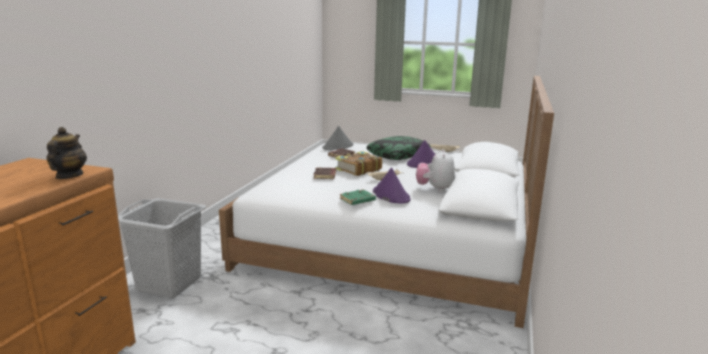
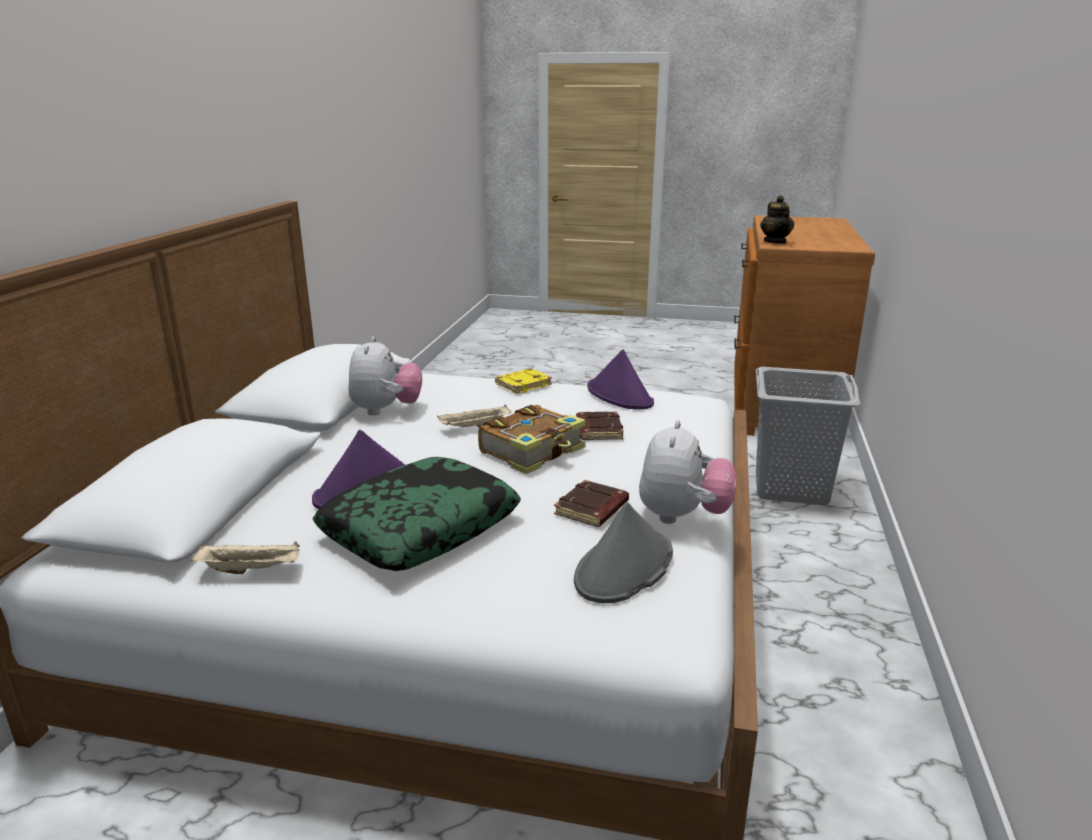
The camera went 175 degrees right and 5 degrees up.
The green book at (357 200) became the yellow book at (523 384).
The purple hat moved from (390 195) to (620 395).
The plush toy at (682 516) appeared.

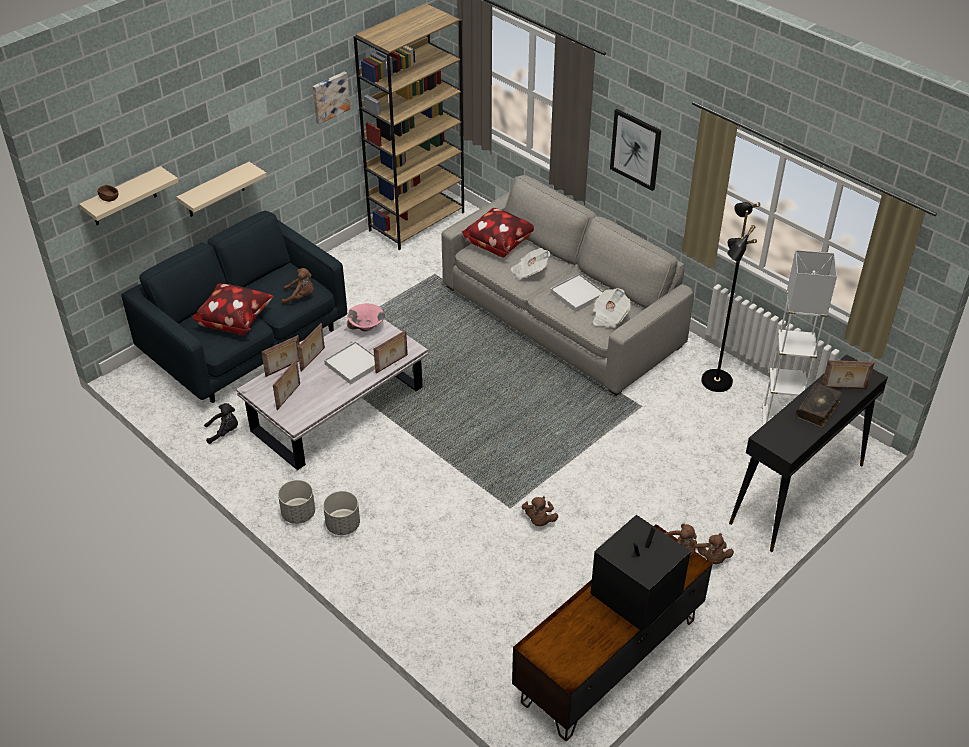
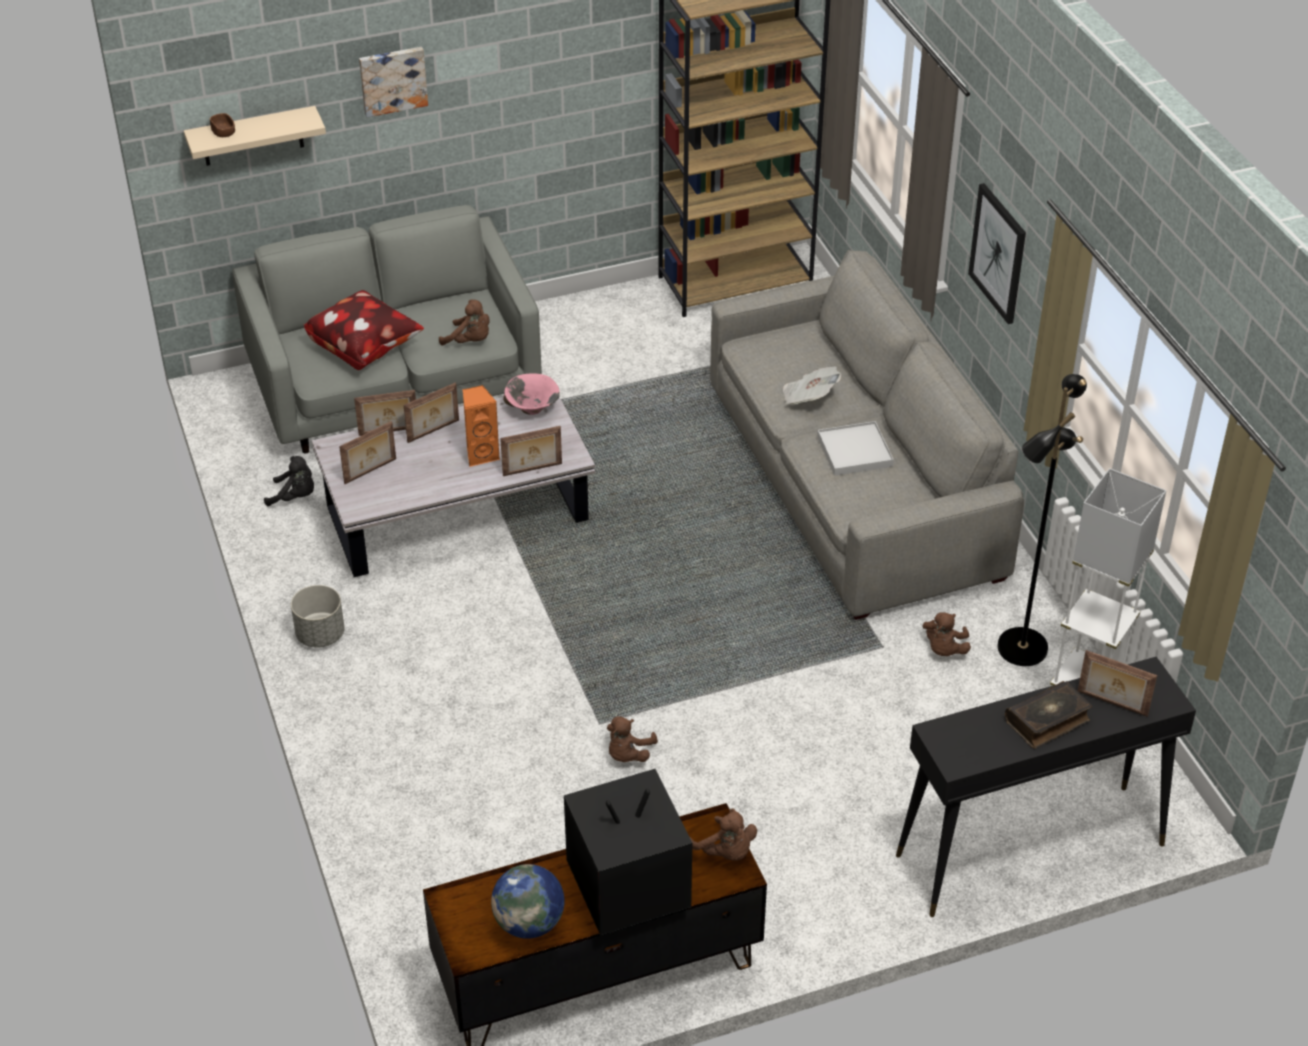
The camera went 25 degrees right and 0 degrees up.
The blue sofa at (246 344) became the grey sofa at (394 388).
The picture moved from (330 96) to (392 80).
The white tray at (353 364) was replaced by the orange speaker at (481 454).
The globe at (529 923) appeared.
The brown plush toy moved from (711 558) to (944 650).
The beige shelf at (215 190) disappeared.
The grey planter at (342 525) disappeared.
The pillow at (499 244) disappeared.
The newspaper at (609 317) disappeared.

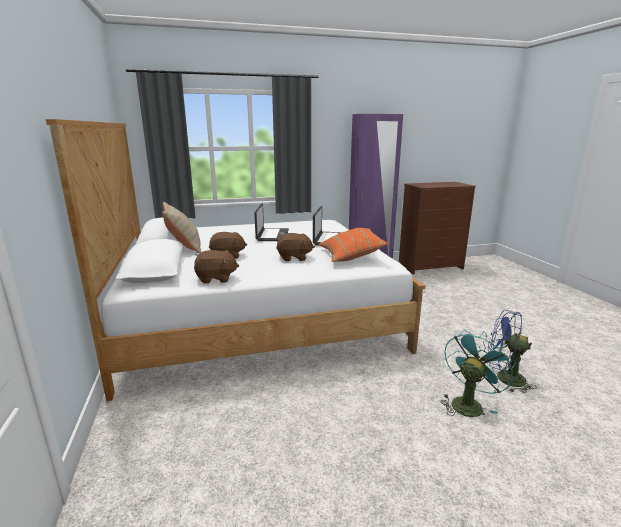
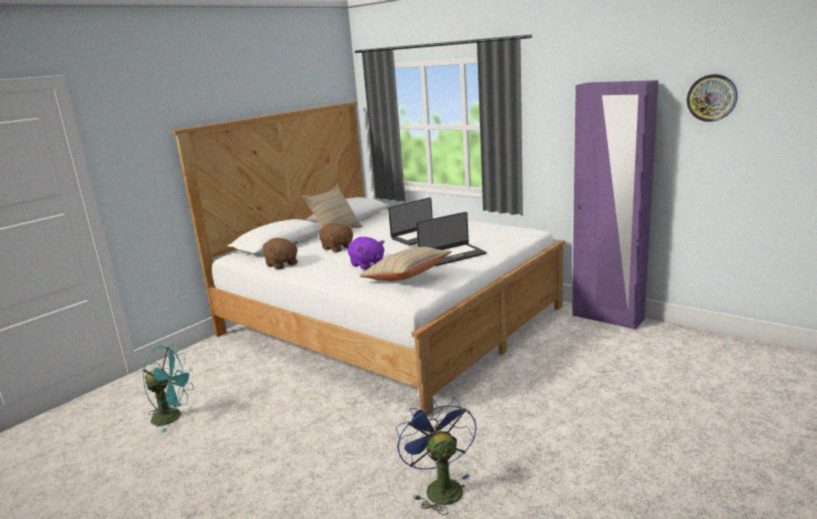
The camera went 55 degrees right and 0 degrees up.
The turquoise fan moved from (468 403) to (173 417).
The brown plush toy at (294 258) became the purple plush toy at (367 264).
The orange pillow at (351 255) became the beige pillow at (406 277).
The wall clock at (711 98) appeared.
The brown dresser at (431 266) disappeared.

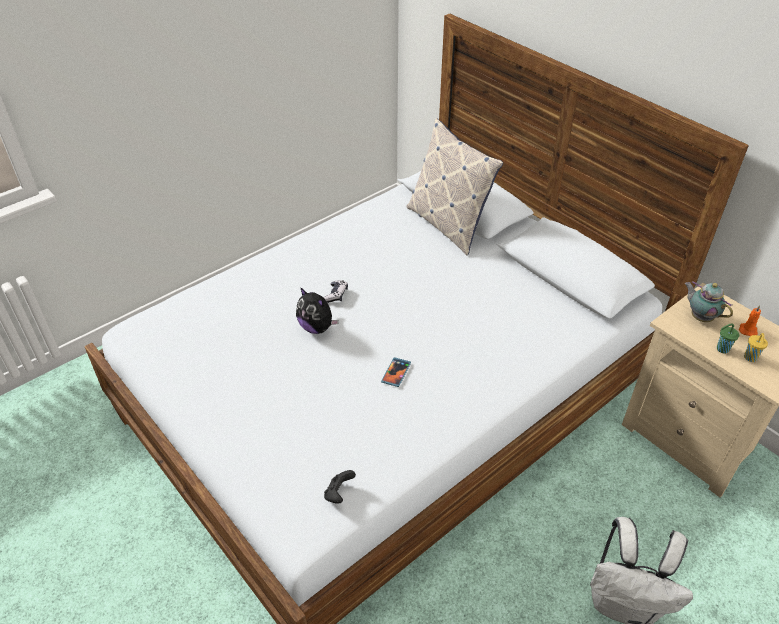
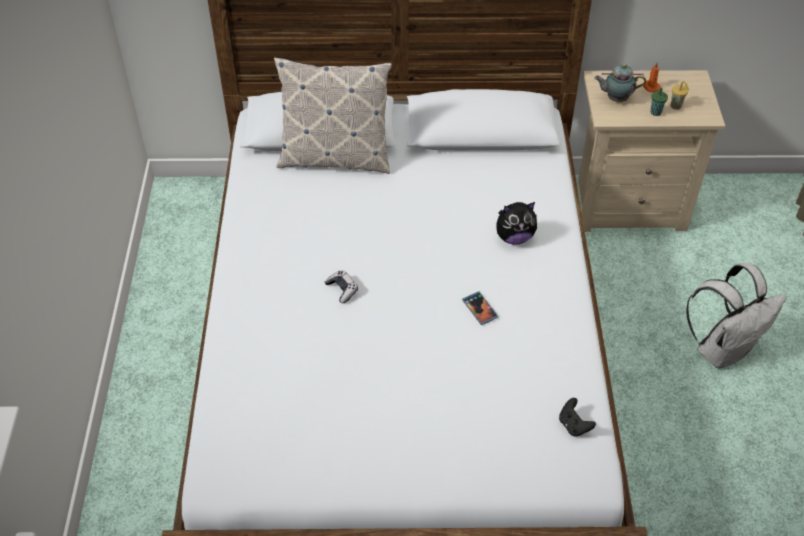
The camera went 50 degrees left and 5 degrees up.
The plush toy moved from (317 327) to (514 237).

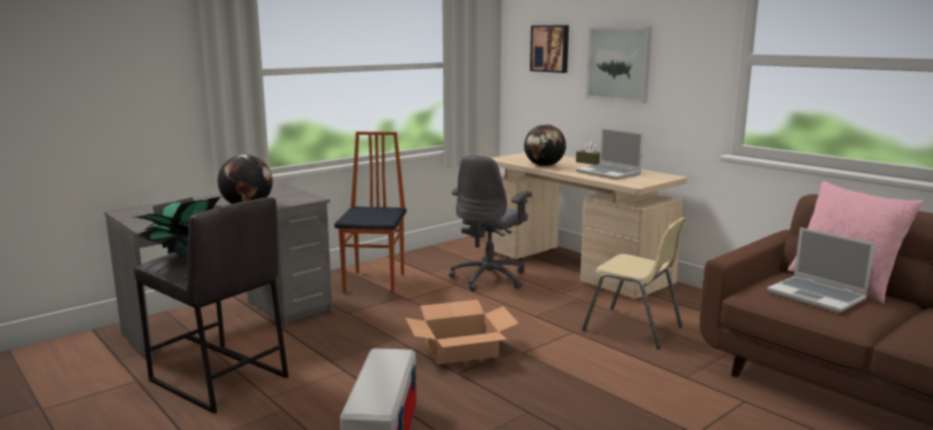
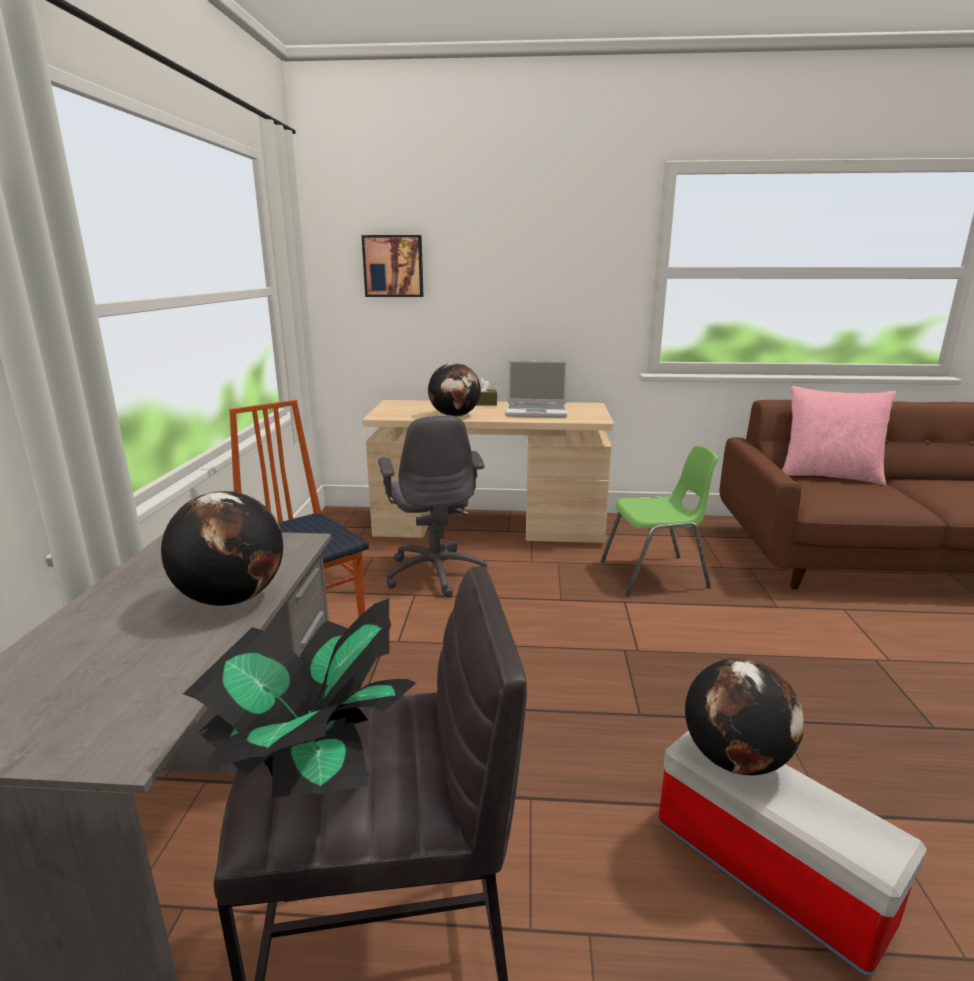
The camera went 45 degrees left and 5 degrees up.
The beige chair at (634 328) became the green chair at (656 575).
The globe at (735 759) appeared.
The cardboard box at (461 350) disappeared.
The picture at (618 64) disappeared.
The laptop at (817 296) disappeared.

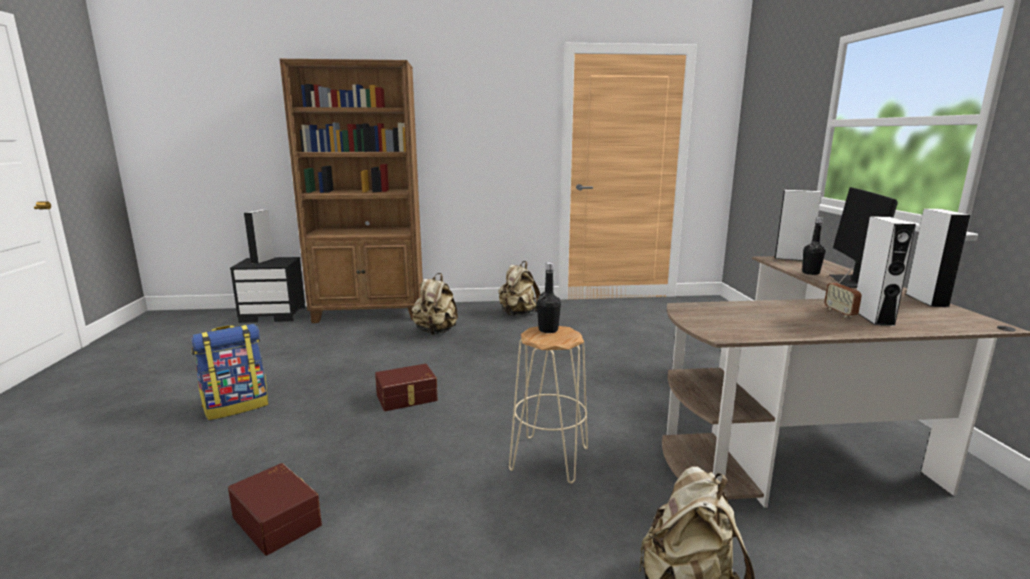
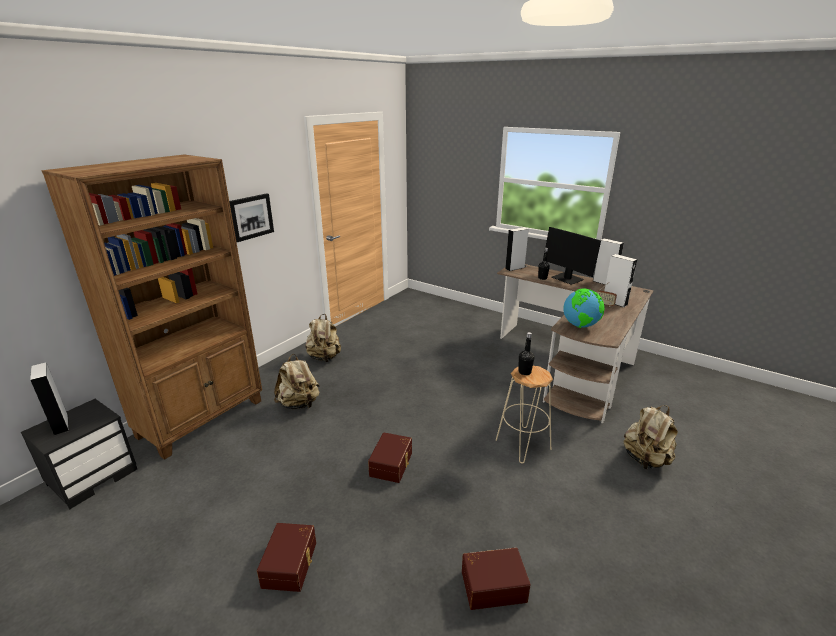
The camera went 50 degrees left and 10 degrees up.
The picture at (251 217) appeared.
The backpack at (237 406) was replaced by the brown storage box at (291 564).
The globe at (580 326) appeared.

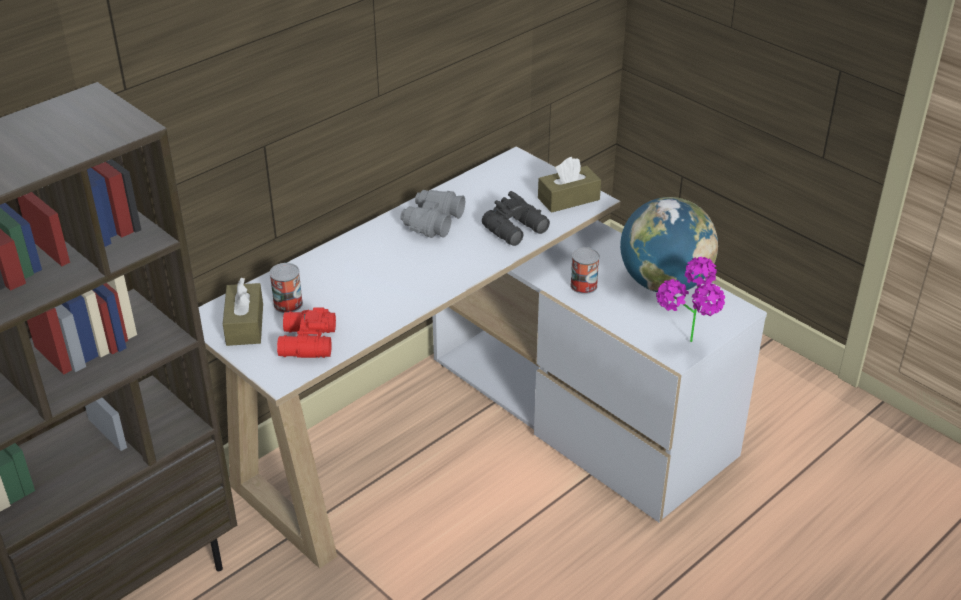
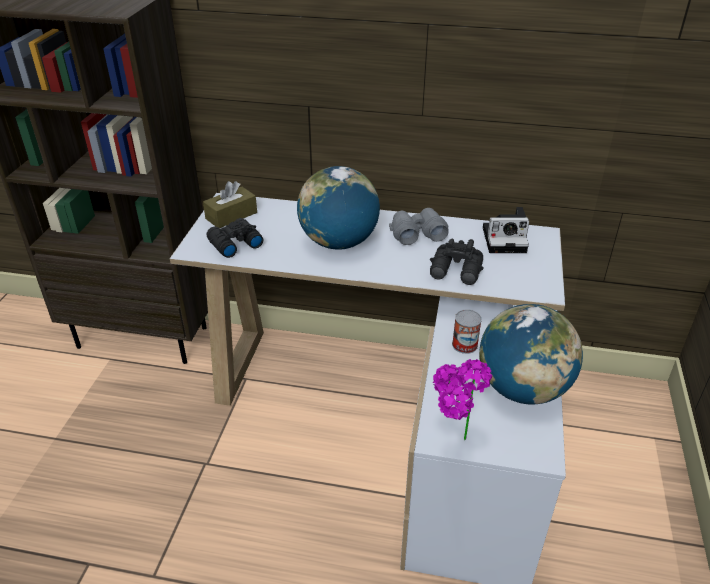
The camera went 55 degrees right and 0 degrees up.
The red binoculars at (306 343) became the black binoculars at (234 244).
The globe at (339 242) appeared.
The photo camera at (506 239) appeared.
The can at (288 304) disappeared.
The brown tissue box at (568 199) disappeared.

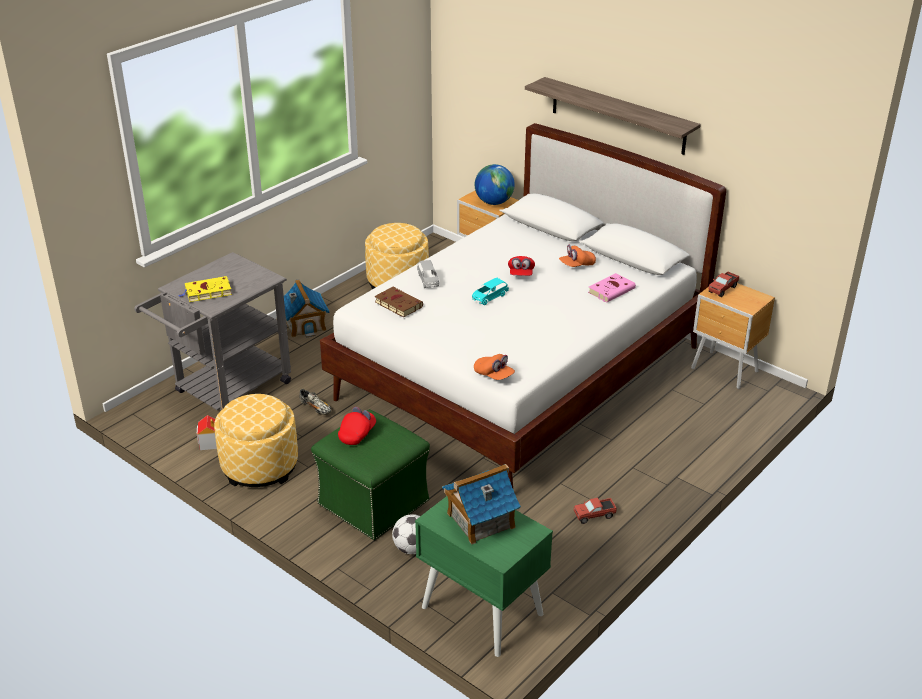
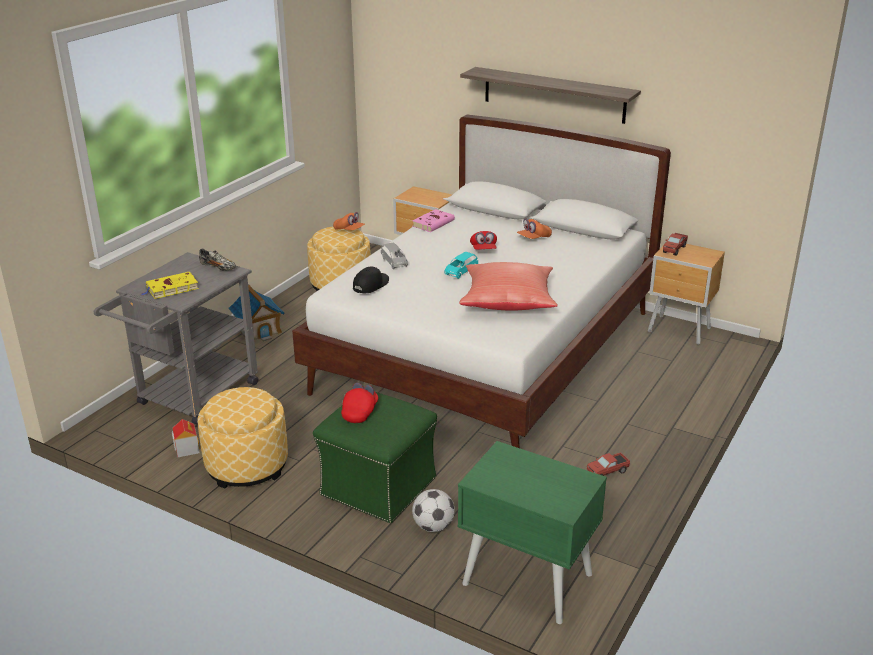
The camera went 10 degrees left and 5 degrees down.
The shoe moved from (315 408) to (218 267).
The orange cap moved from (493 375) to (349 230).
The brown book at (397 304) was replaced by the black cap at (371 285).
The pink book moved from (612 290) to (434 223).
The red pillow at (508 302) appeared.
The toy house at (480 520) disappeared.
The globe at (494 202) disappeared.

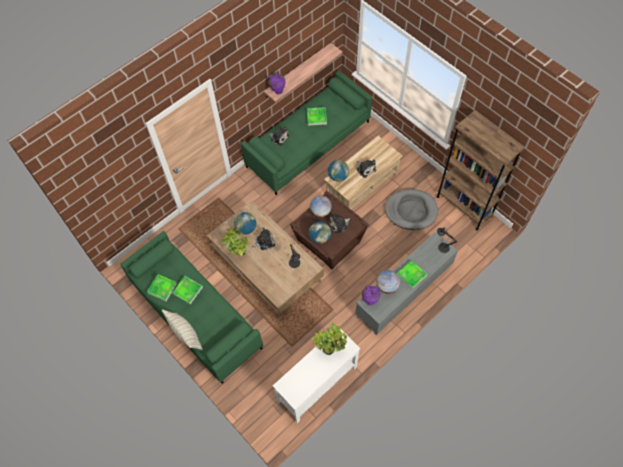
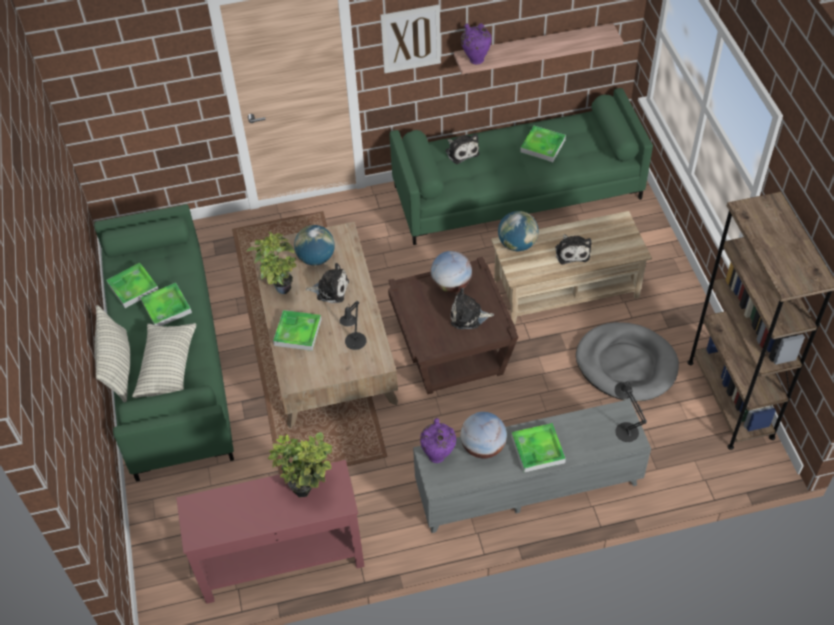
The camera went 30 degrees right and 10 degrees down.
The pillow at (167 367) appeared.
The white console table at (316 384) became the red console table at (280 559).
The tray at (298 332) appeared.
The picture at (411 38) appeared.
The globe at (320 237) disappeared.

